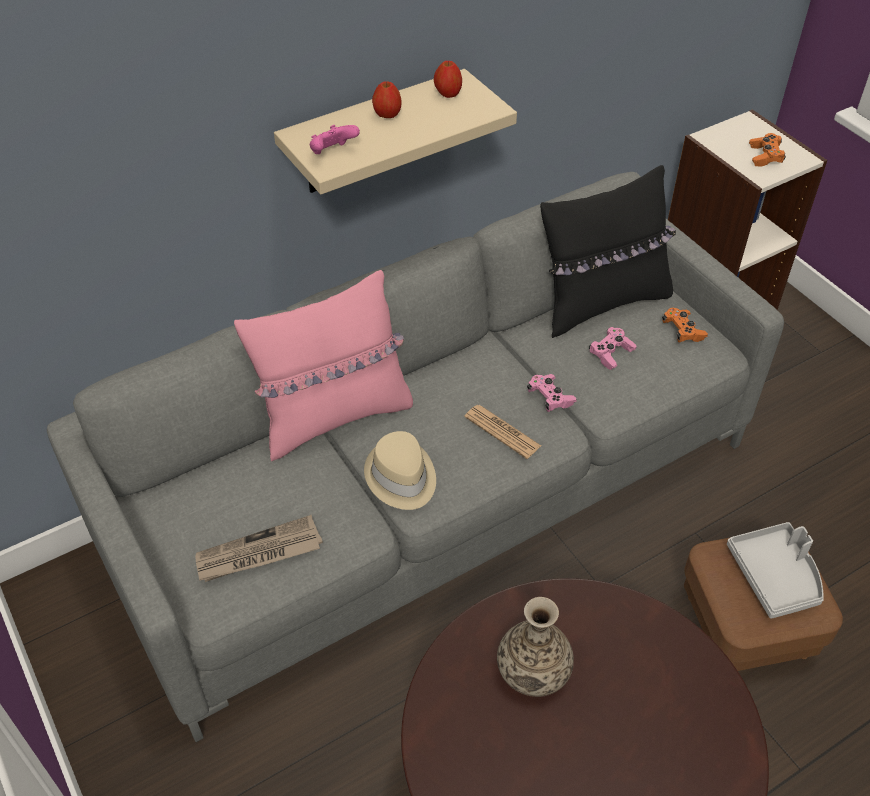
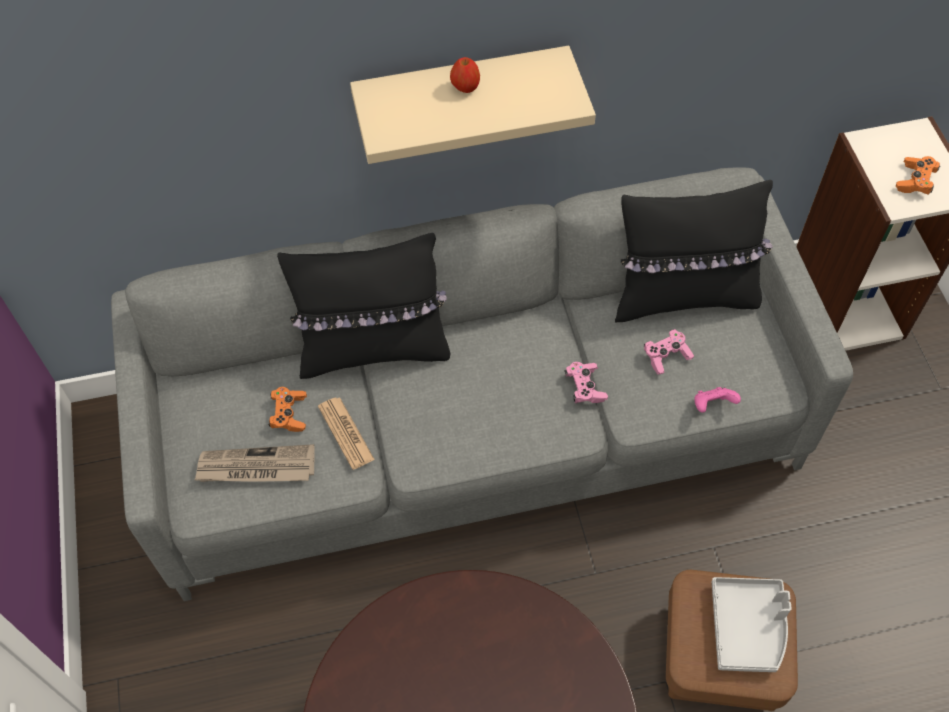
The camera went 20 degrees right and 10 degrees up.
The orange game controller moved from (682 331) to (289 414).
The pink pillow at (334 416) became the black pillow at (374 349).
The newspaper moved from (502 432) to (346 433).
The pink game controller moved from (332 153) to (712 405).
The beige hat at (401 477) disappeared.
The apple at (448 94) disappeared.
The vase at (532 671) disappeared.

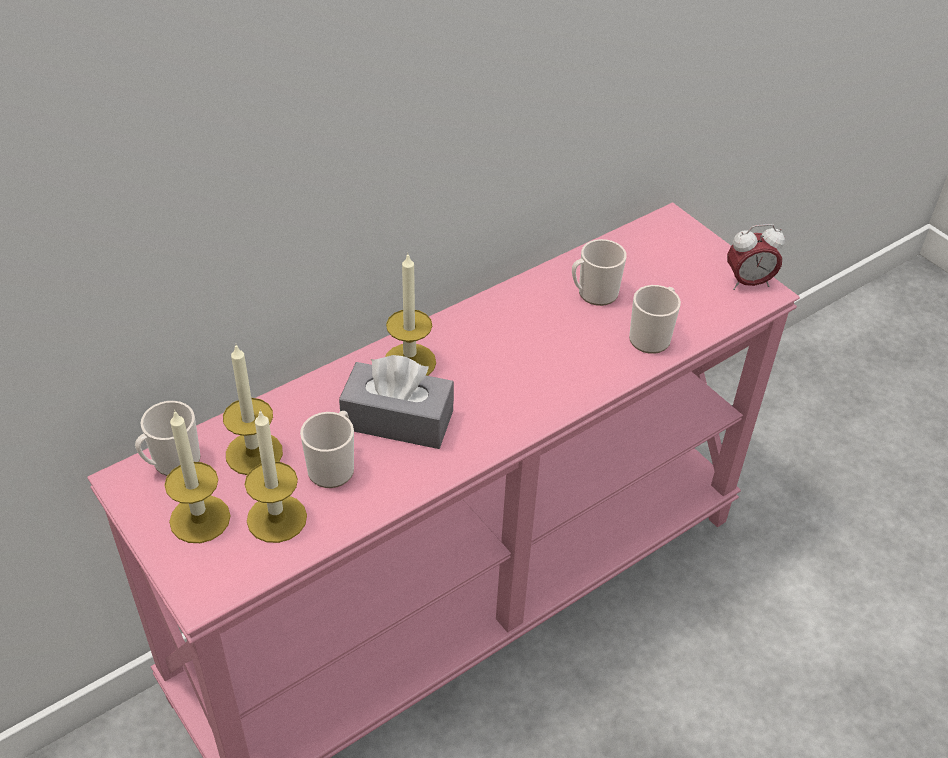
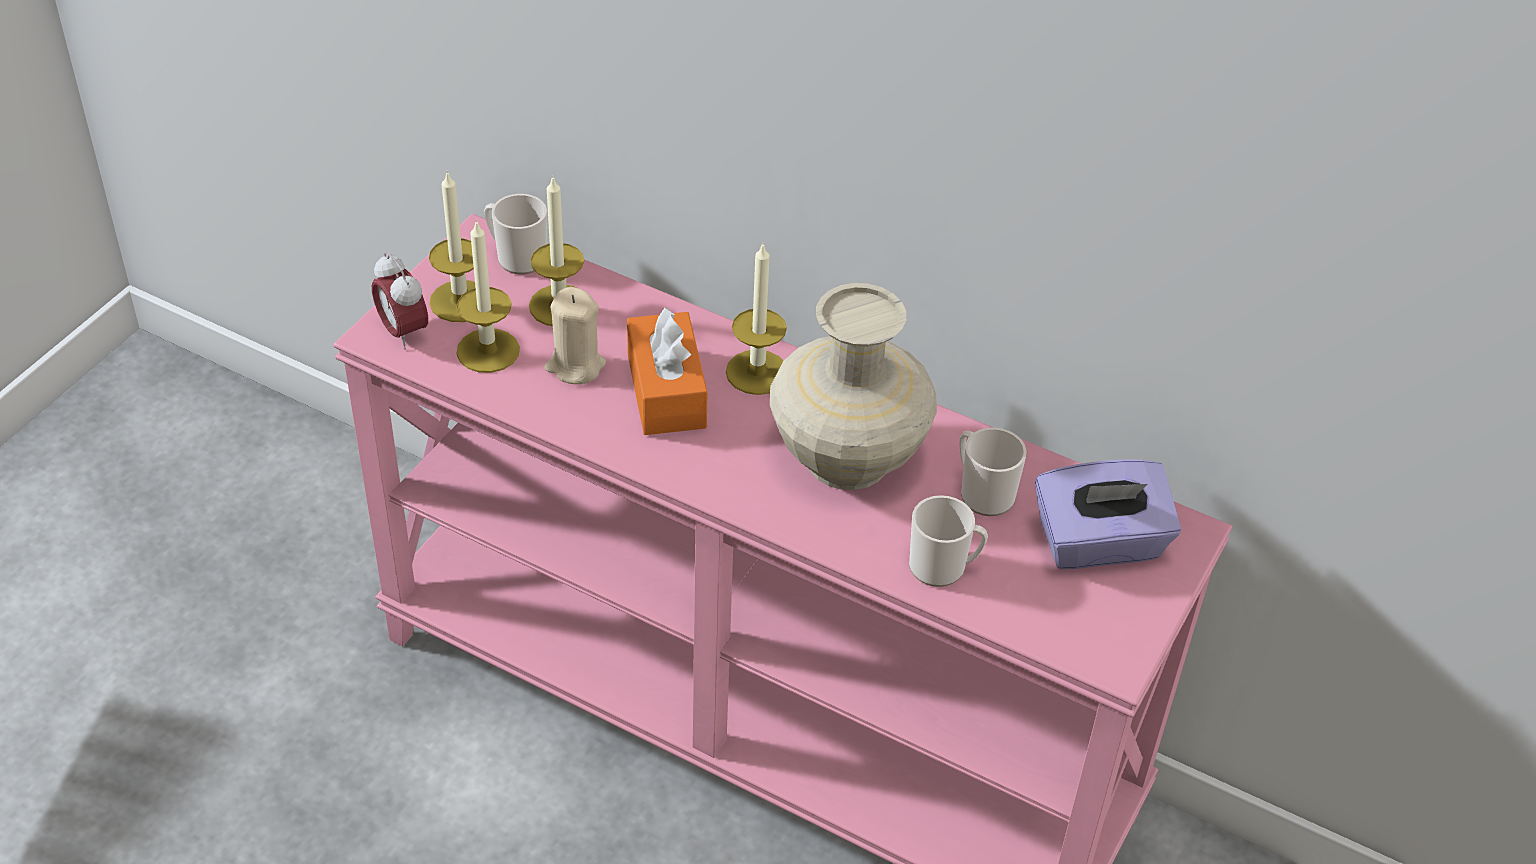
The camera went 65 degrees right and 0 degrees up.
The alarm clock moved from (748 283) to (403 332).
The mug at (333 466) was replaced by the beige candle at (575 366).
The grey tissue box at (397 420) became the orange tissue box at (666 391).
The beige vase at (849 459) appeared.
The purple tissue box at (1099 543) appeared.

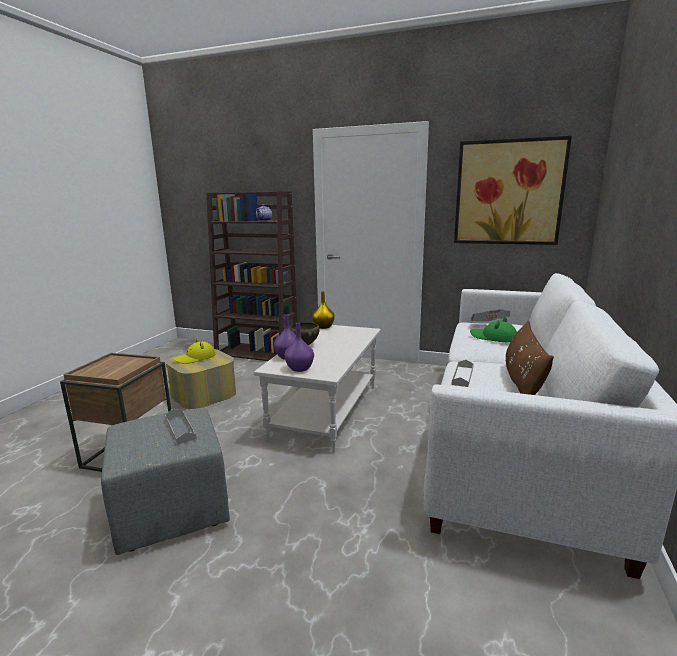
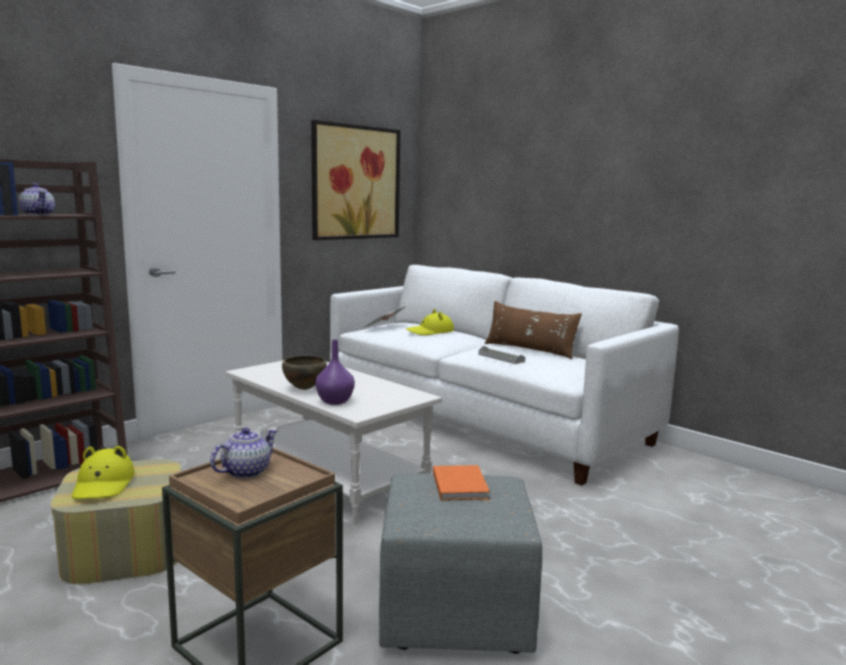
The camera went 65 degrees left and 5 degrees down.
The teapot at (246 471) appeared.
The green hat at (493 337) became the yellow hat at (430 332).
The grey tray at (180 428) was replaced by the orange book at (460 485).
The purple vase at (299 369) disappeared.
The yellow vase at (323 327) disappeared.

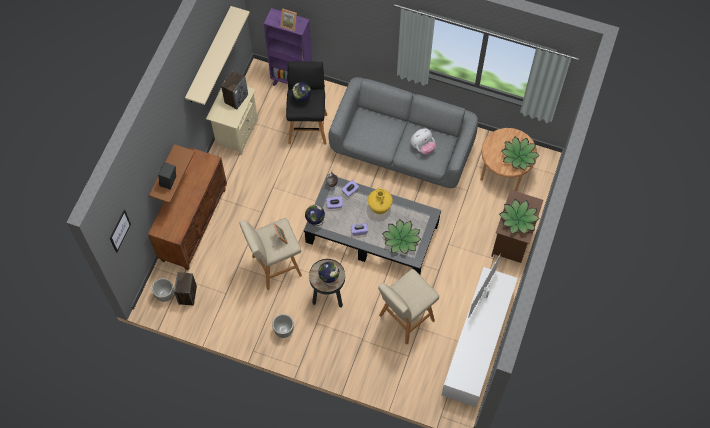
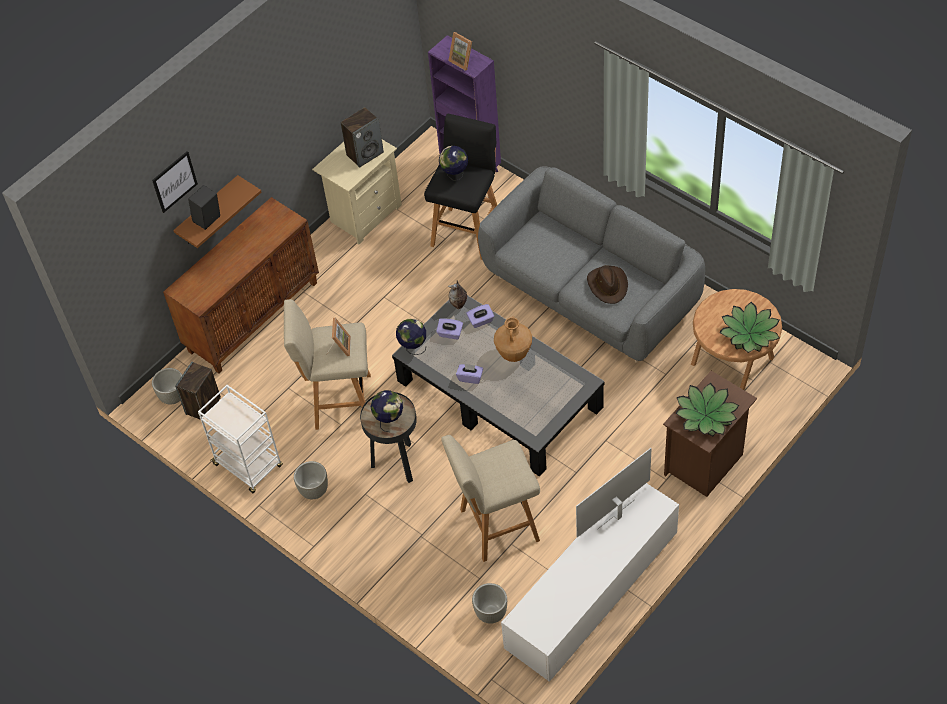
The camera went 25 degrees right and 10 degrees down.
The picture moved from (119 231) to (174 181).
The white cart at (249 466) appeared.
The grey planter at (491 613) appeared.
The yellow vase at (379 207) became the brown vase at (514 354).
The plush toy at (422 147) was replaced by the brown hat at (608 285).
The beige shelf at (209 56) disappeared.
The potted plant at (401 239) disappeared.

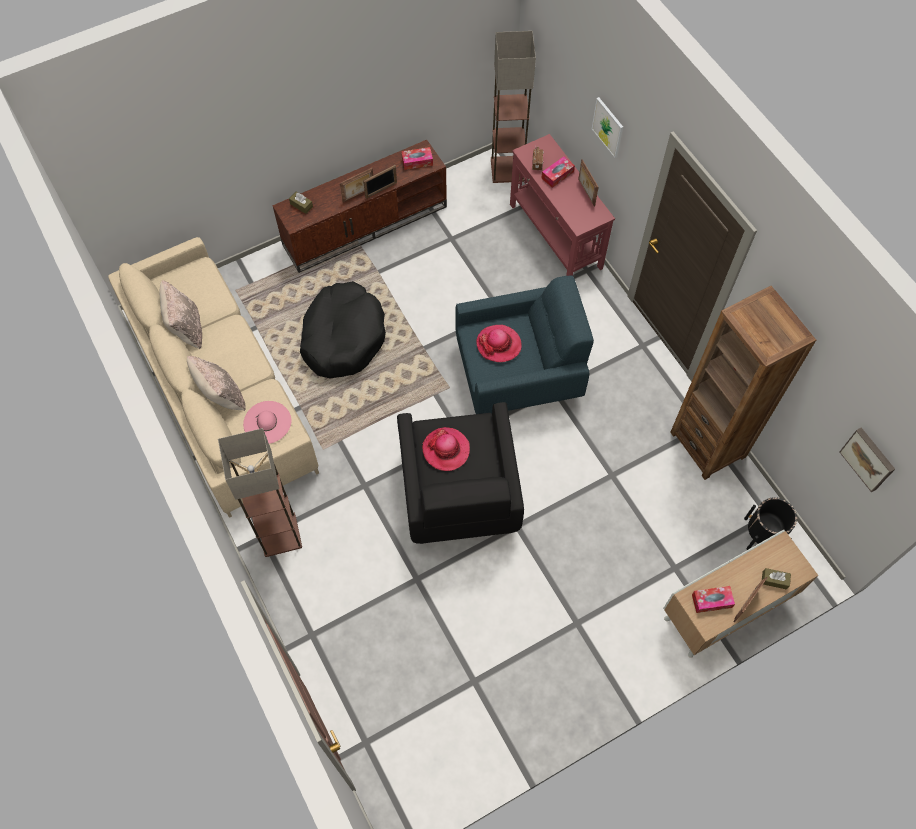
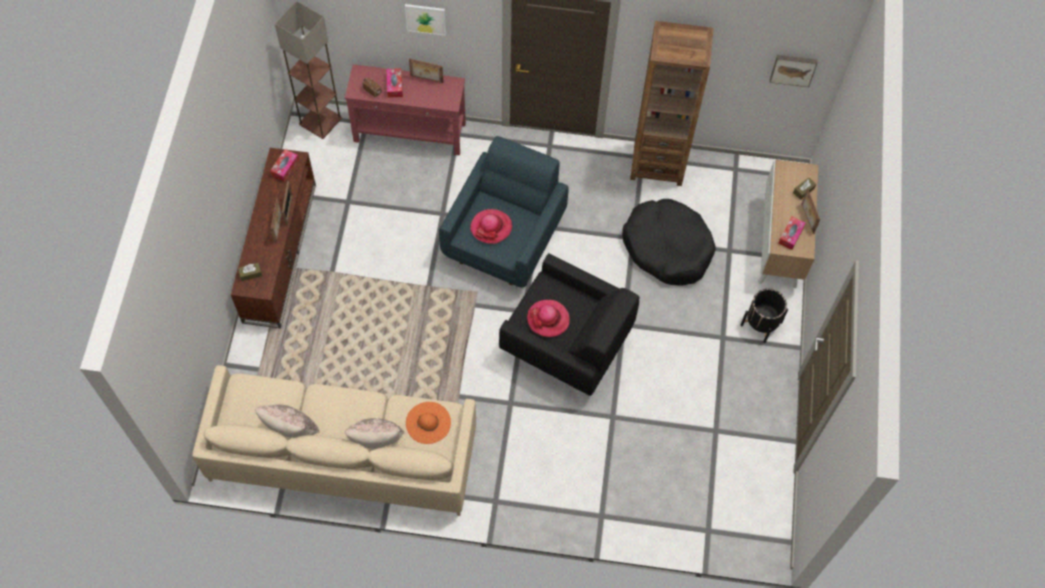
The camera went 55 degrees left and 0 degrees up.
The pink hat at (267 422) became the orange hat at (428 422).
The black dog bed moved from (343 337) to (667 247).
The black planter moved from (762 534) to (761 323).
The floor lamp at (279 534) disappeared.

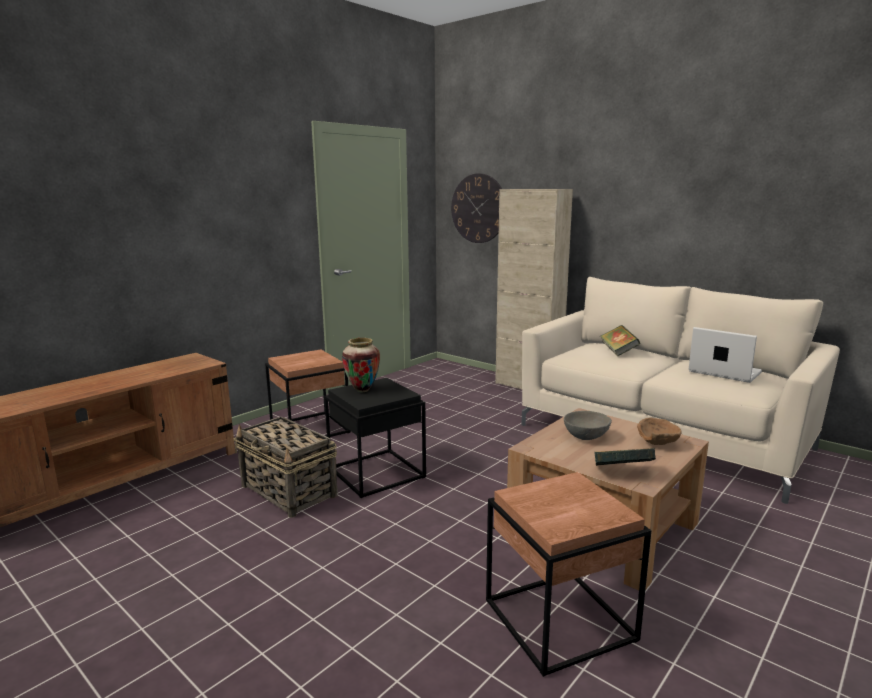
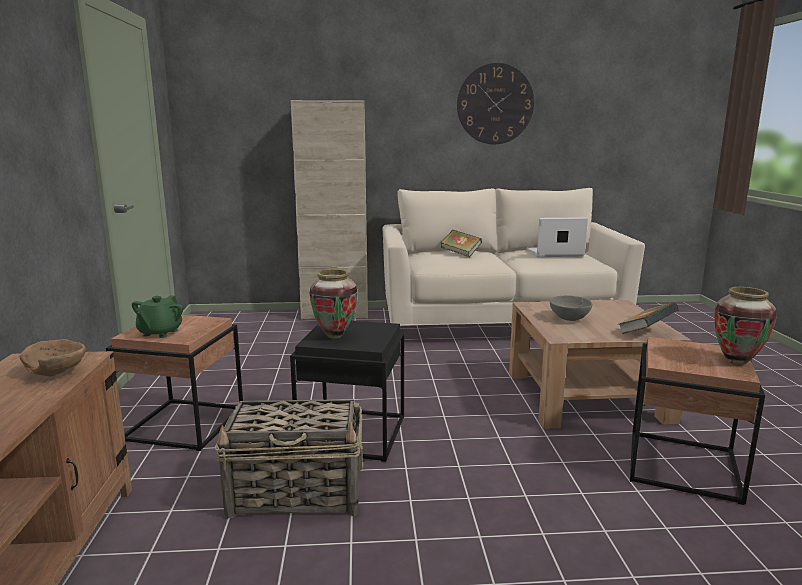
The camera went 45 degrees left and 0 degrees up.
The brown bowl moved from (659 444) to (59 373).
The green teapot at (160 333) appeared.
The wall clock moved from (478 208) to (495 104).
The vase at (737 361) appeared.

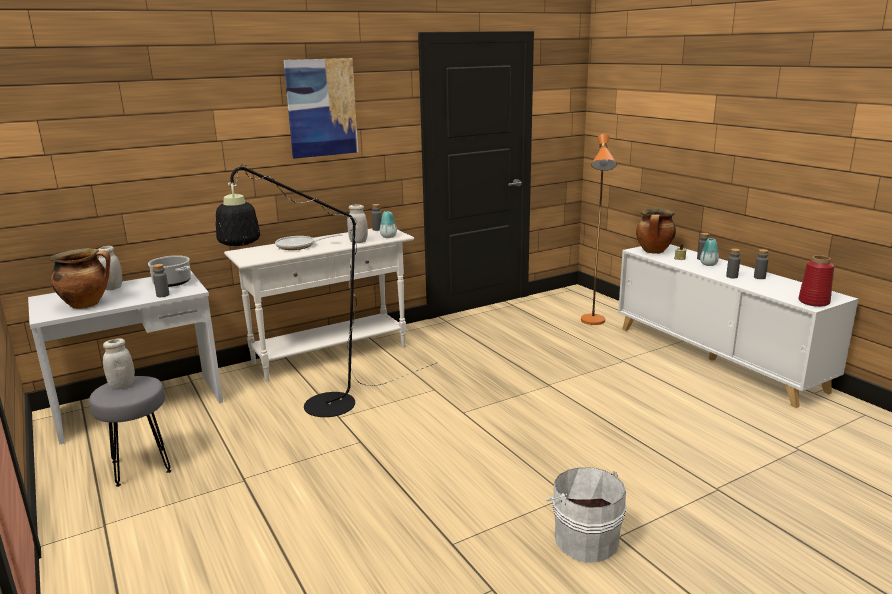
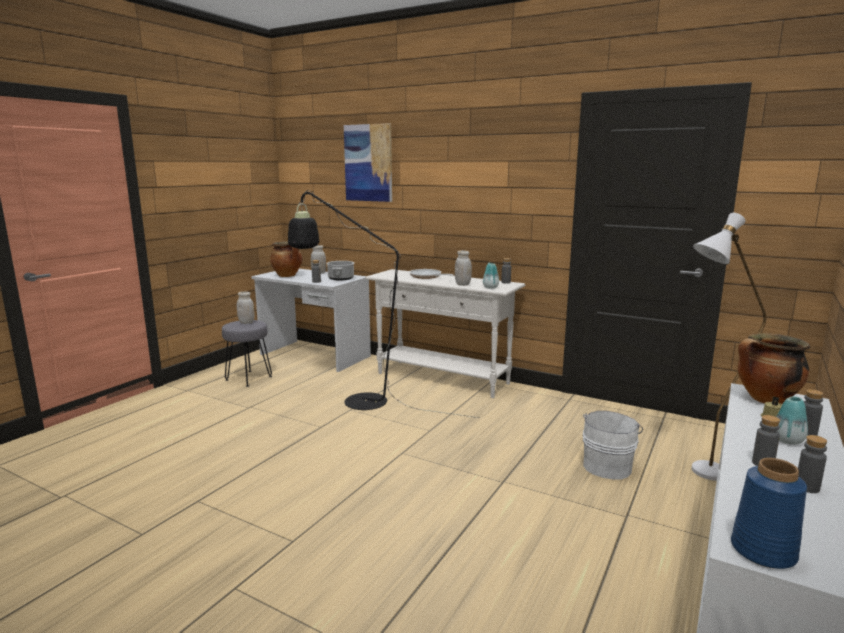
The camera went 60 degrees right and 5 degrees down.
The picture moved from (321 108) to (368 163).
The white bucket moved from (584 539) to (608 466).
The orange floor lamp at (593 324) became the white floor lamp at (700 474).
The red vase at (814 302) became the blue vase at (763 552).

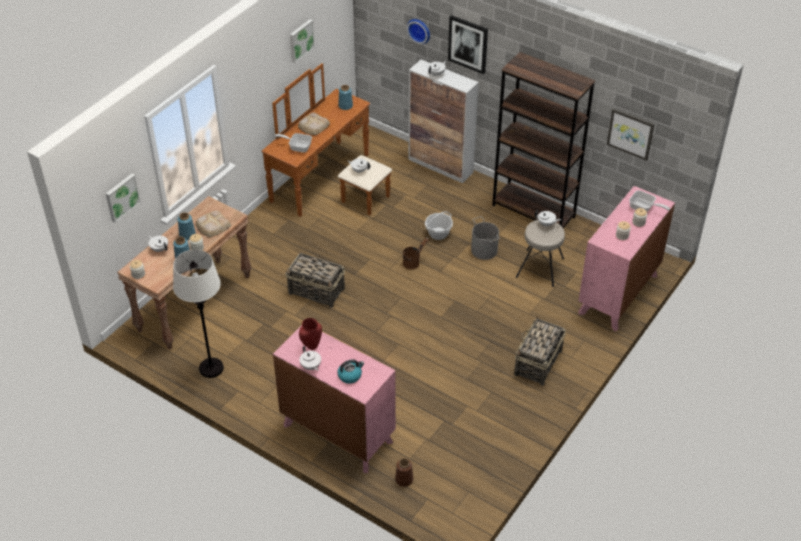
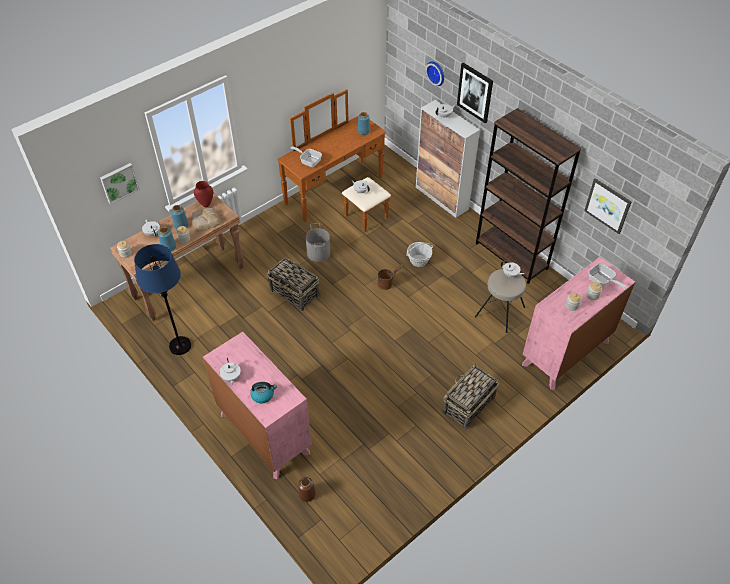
The camera went 15 degrees right and 5 degrees up.
The white floor lamp at (211 368) became the blue floor lamp at (180 346).
The red vase moved from (311 347) to (206 205).
The grey bucket moved from (484 250) to (319 253).
The picture at (300 40) disappeared.
The bread at (313 126) disappeared.

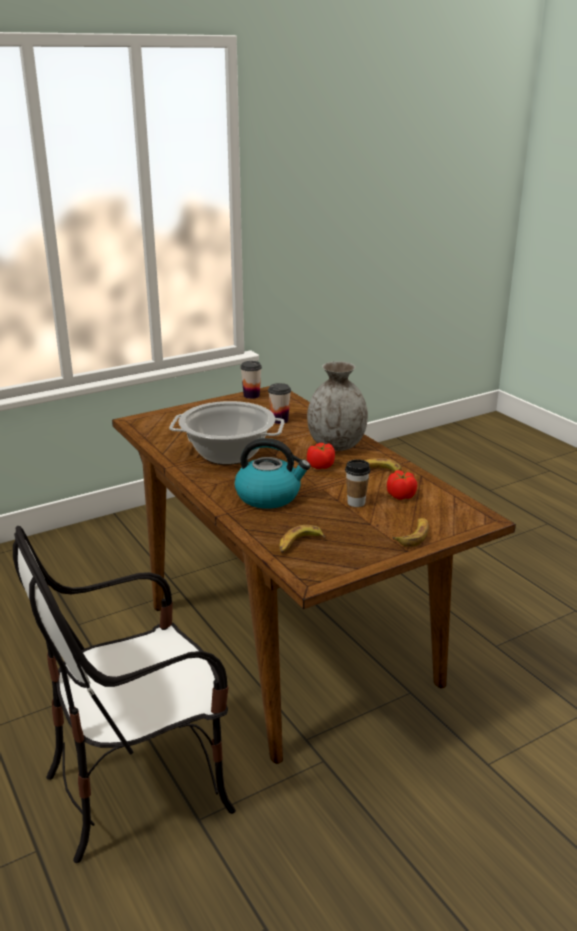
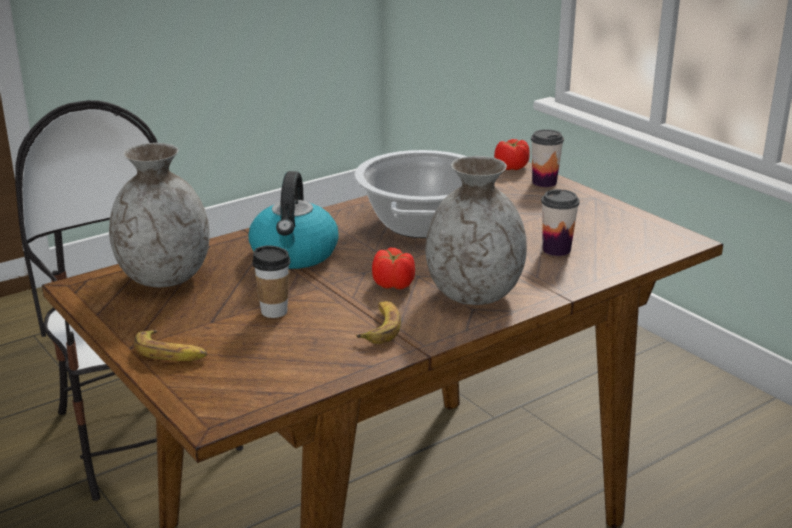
The camera went 85 degrees right and 0 degrees up.
The banana at (299 544) was replaced by the grey vase at (164 277).
The tomato moved from (401 495) to (511 167).
The cup moved from (251 395) to (544 182).

